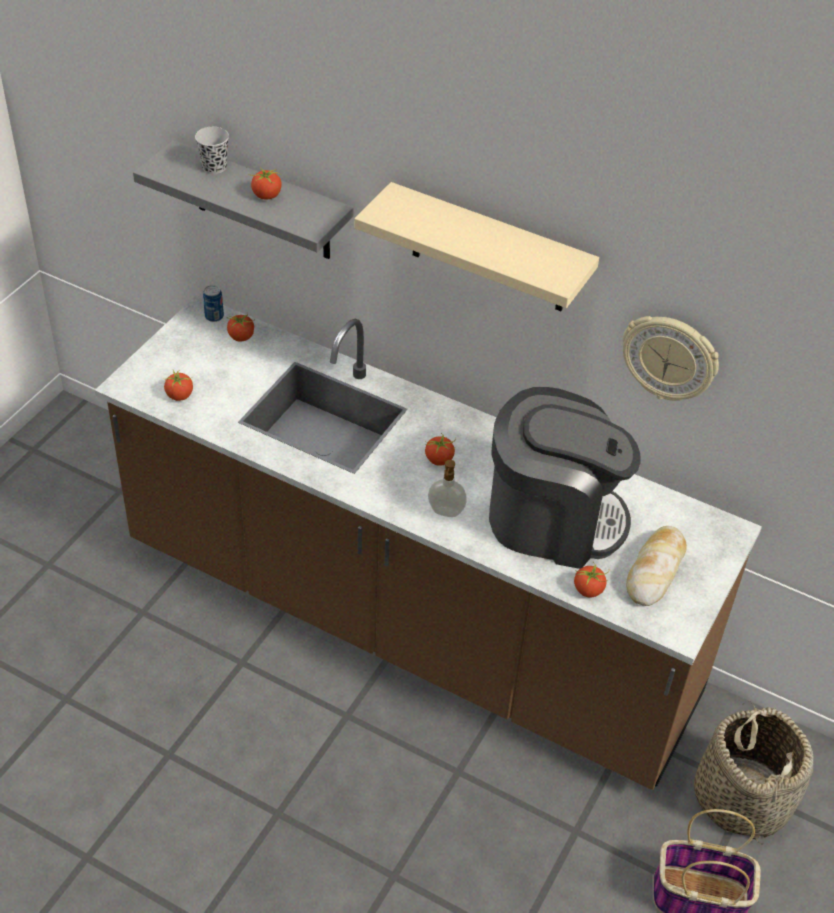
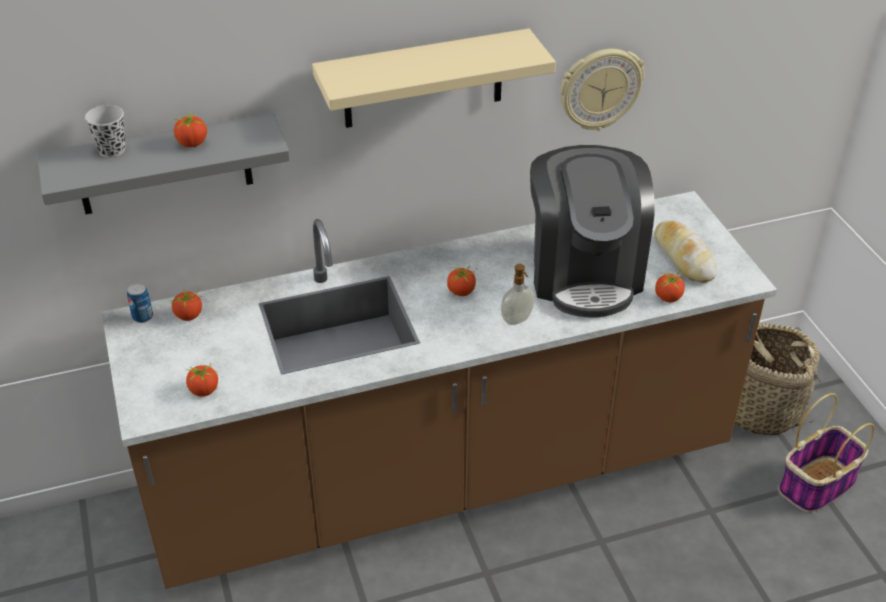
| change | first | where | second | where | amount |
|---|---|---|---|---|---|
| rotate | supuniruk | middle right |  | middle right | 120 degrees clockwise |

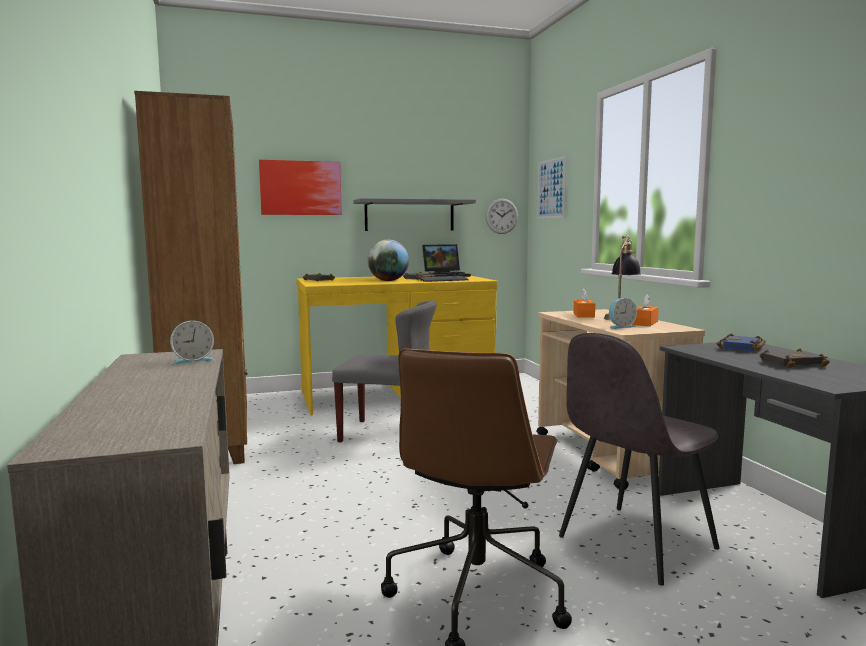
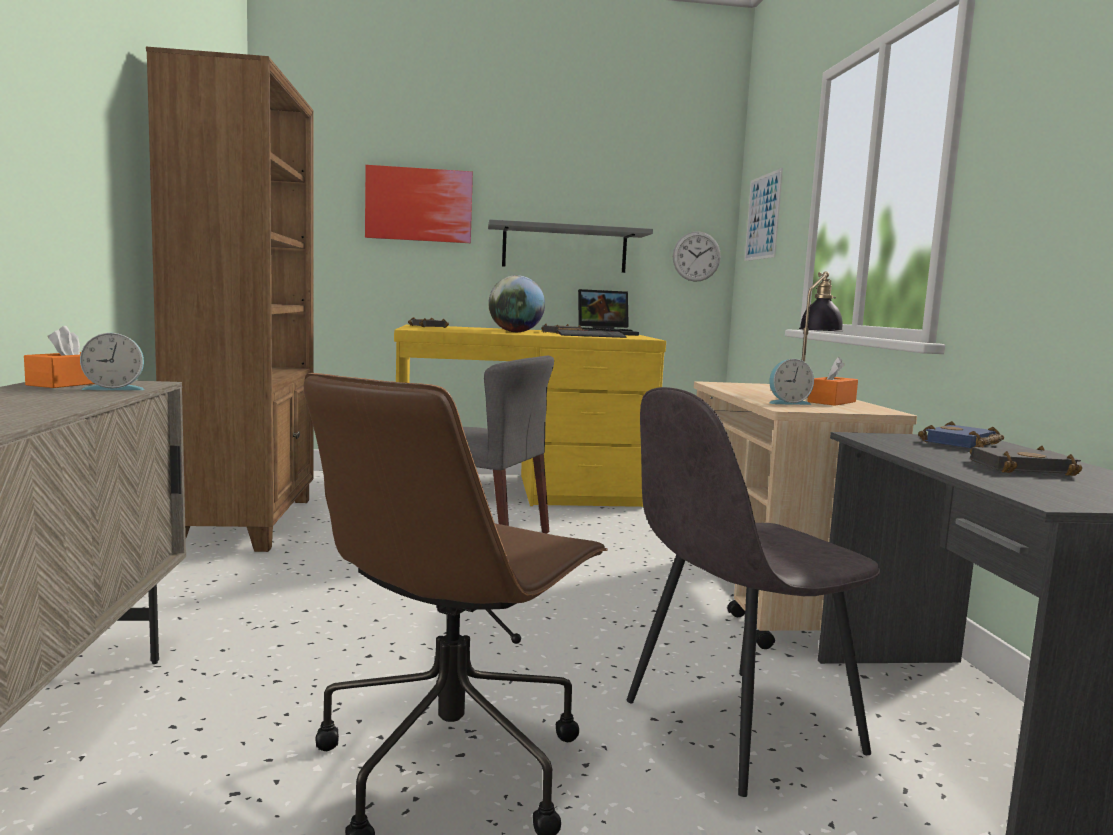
| change | first | where | second | where | amount |
|---|---|---|---|---|---|
| move | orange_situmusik (1st from left) | middle right |  | middle left |  |

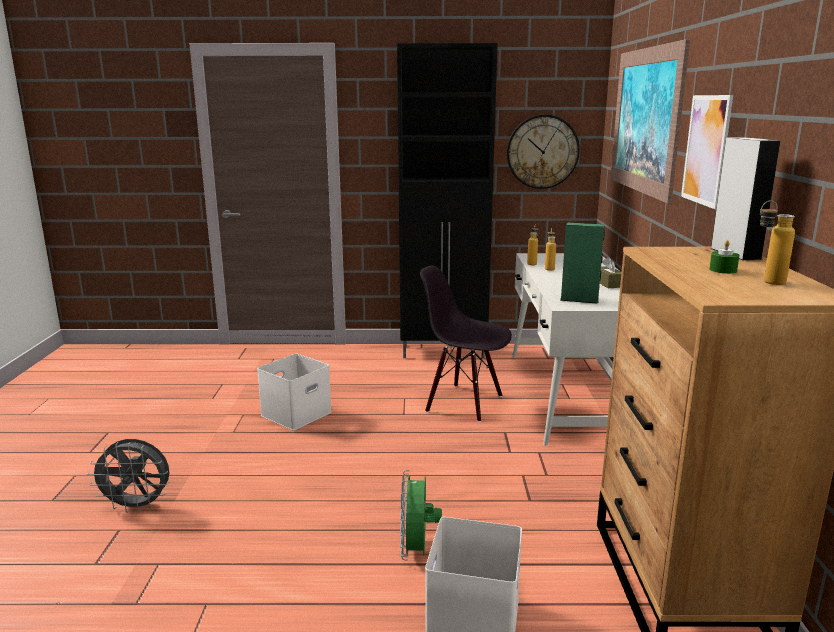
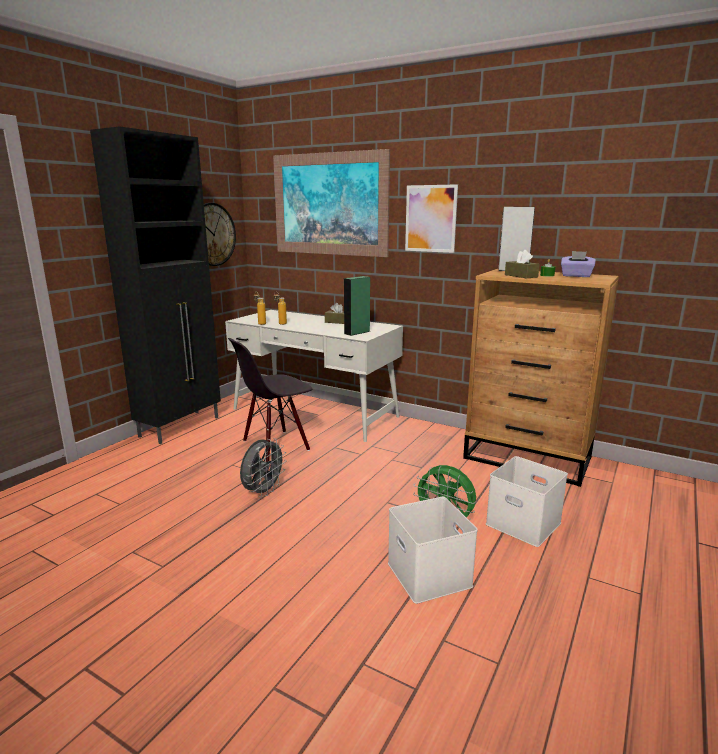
| change | first | where | second | where | amount |
|---|---|---|---|---|---|
| insert |  |  | brown_situmusik (2nd from left) | middle right |  |
| move | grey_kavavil | bottom left |  | centre |  |
| move | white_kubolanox (1st from left) | centre |  | bottom centre |  |
| replace | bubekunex (3rd from left) | middle right | purple_situmusik | middle right |  |

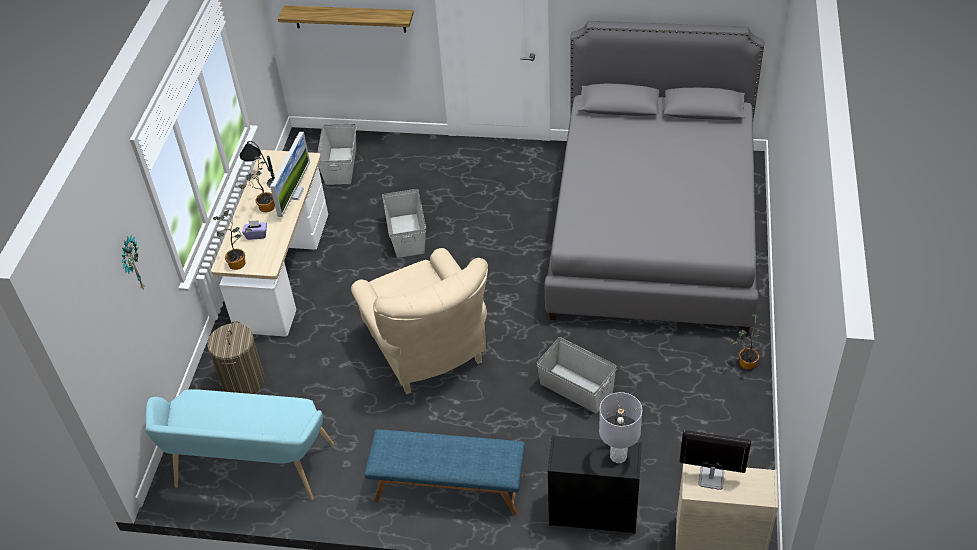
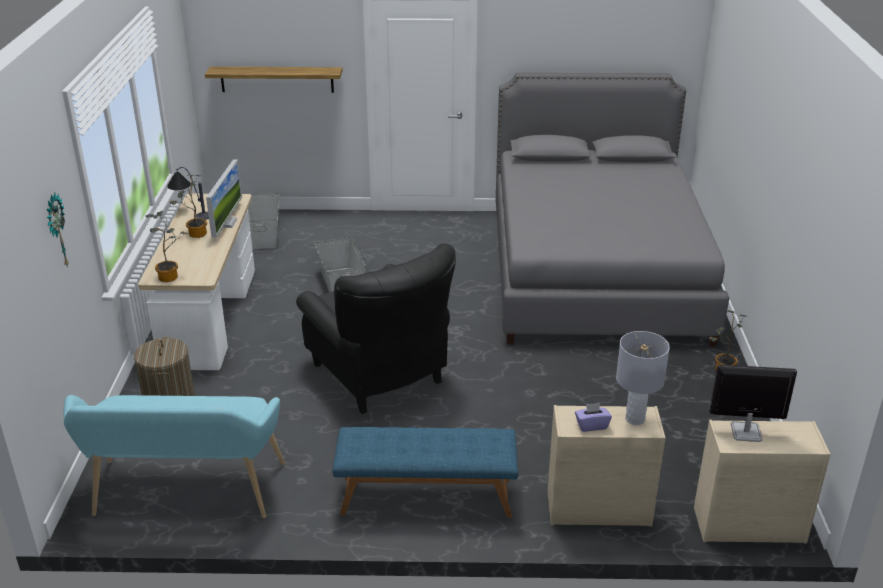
| change | first | where | second | where | amount |
|---|---|---|---|---|---|
| delete | grey_kubolanox (3rd from left) | bottom centre |  |  |  |
| move | purple_situmusik | middle left |  | bottom right |  |
| recolor | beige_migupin | centre | black_migupin | centre |  |
| recolor | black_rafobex | bottom centre | beige_rafobex (1st from left) | bottom right |  |

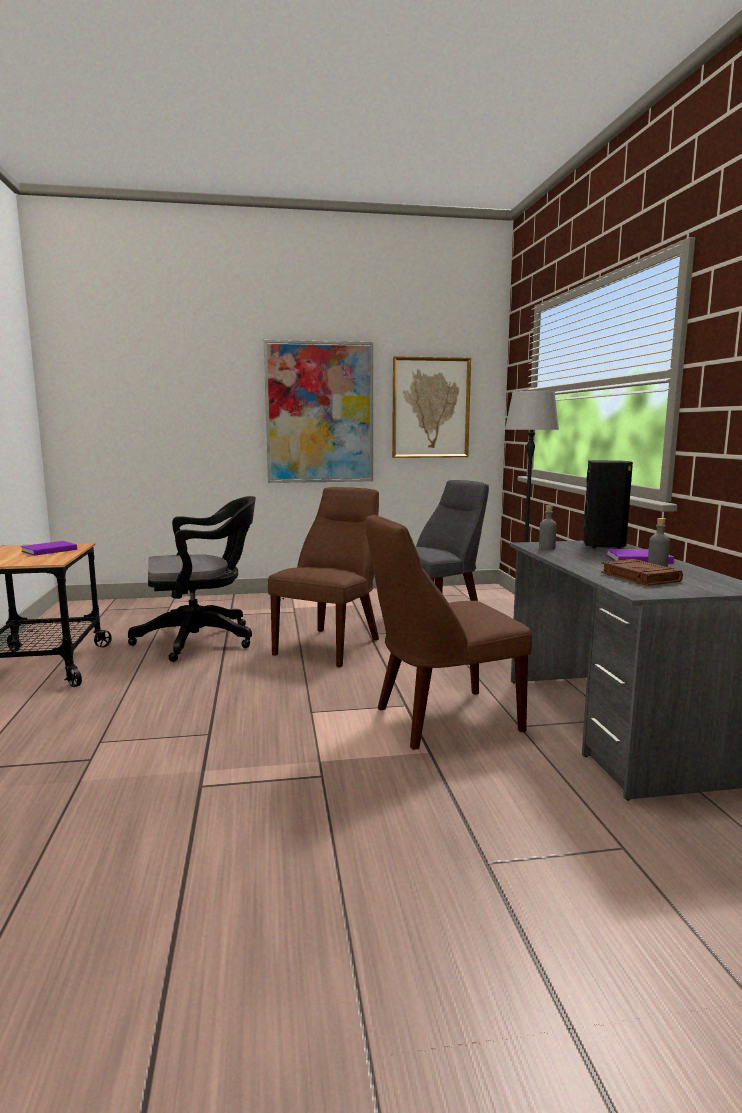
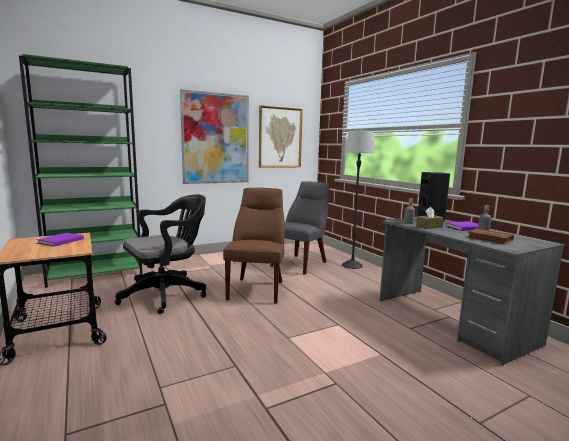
| change | first | where | second | where | amount |
|---|---|---|---|---|---|
| delete | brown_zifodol (2nd from left) | centre |  |  |  |
| insert |  |  | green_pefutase | middle left |  |
| insert |  |  | brown_situmusik | middle right |  |

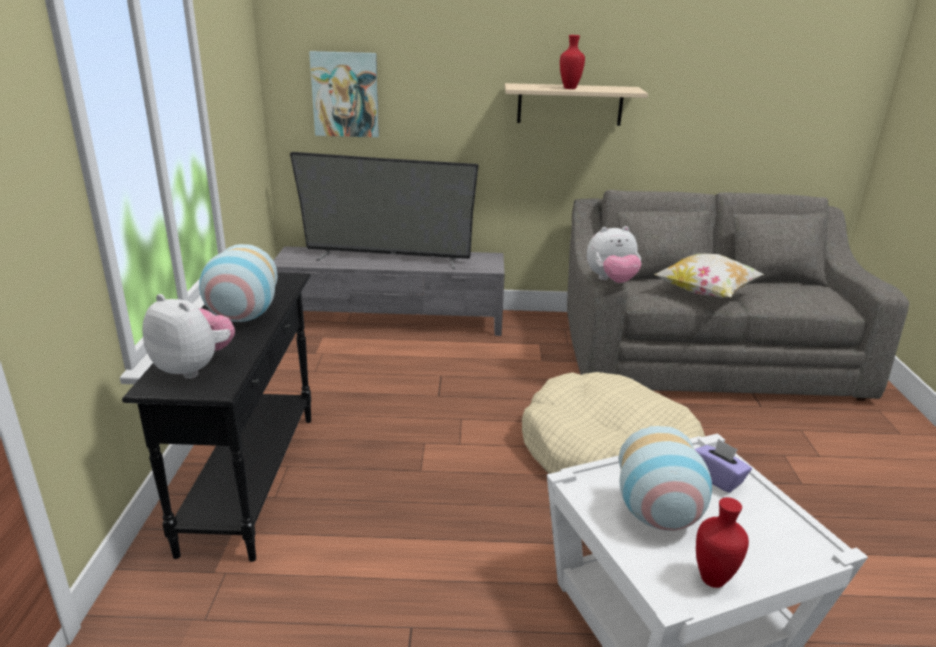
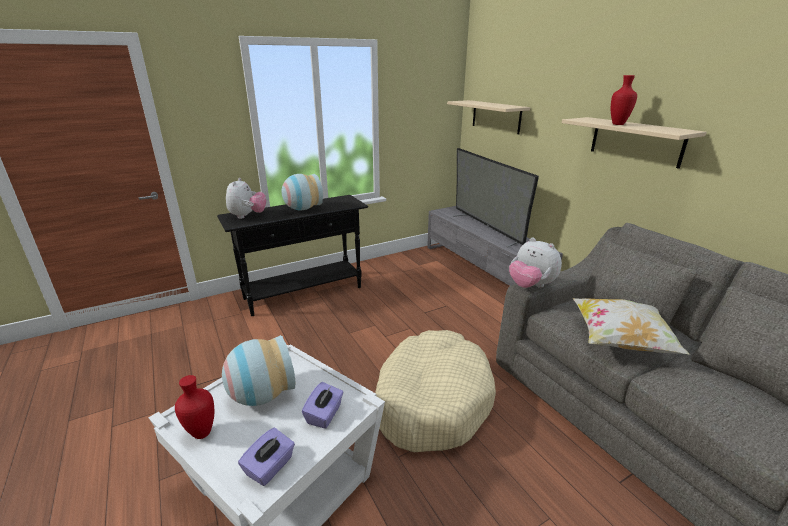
| change | first | where | second | where | amount |
|---|---|---|---|---|---|
| insert |  |  | purple_situmusik (1st from left) | bottom centre |  |
| replace | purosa | top centre | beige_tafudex (1st from left) | top centre |  |

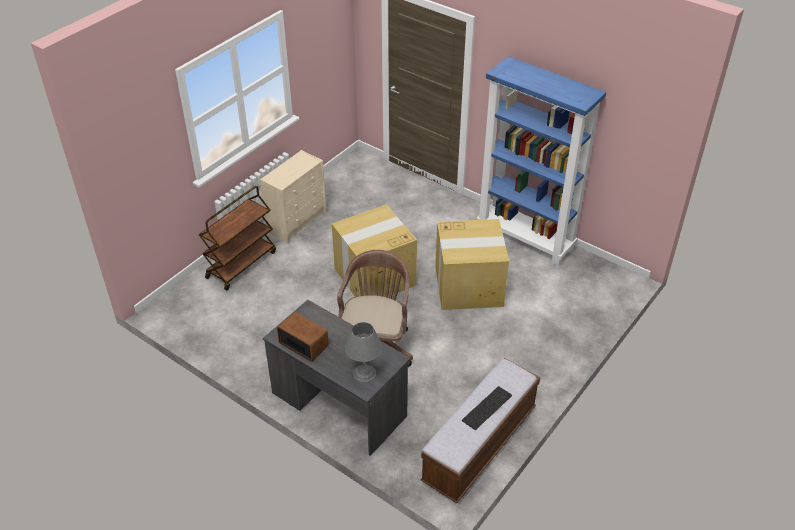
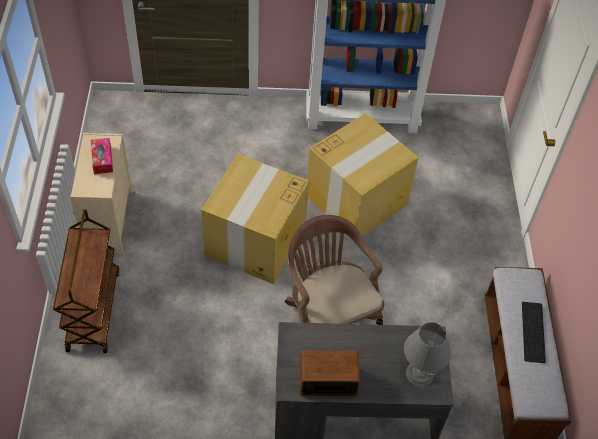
| change | first | where | second | where | amount |
|---|---|---|---|---|---|
| insert |  |  | situmusik | middle left |  |

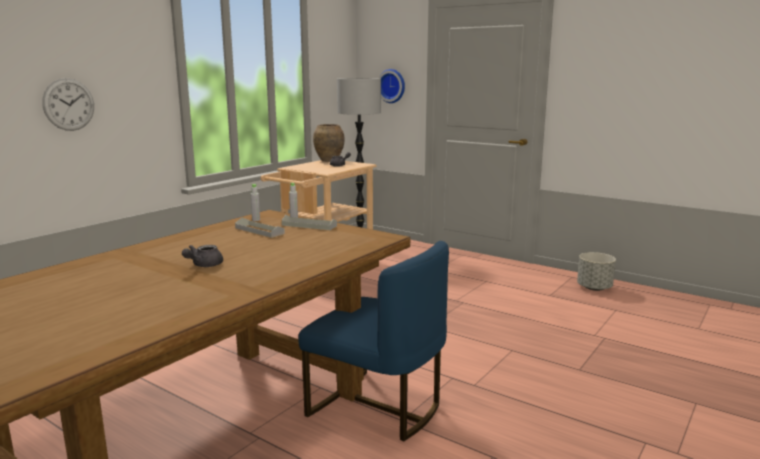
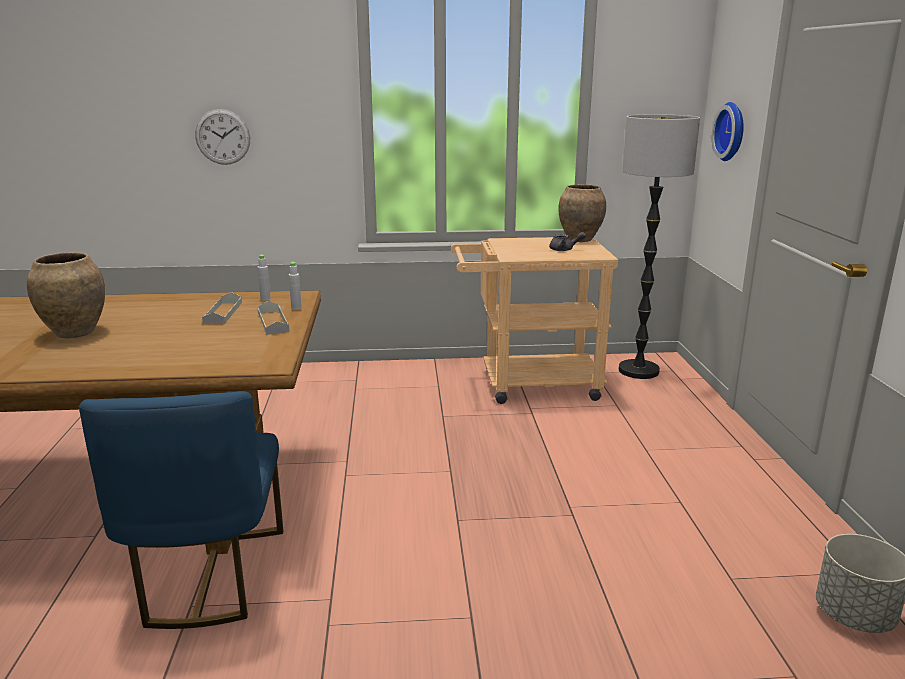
| change | first | where | second | where | amount |
|---|---|---|---|---|---|
| replace | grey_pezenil (1st from left) | middle left | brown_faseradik (1st from left) | middle left |  |

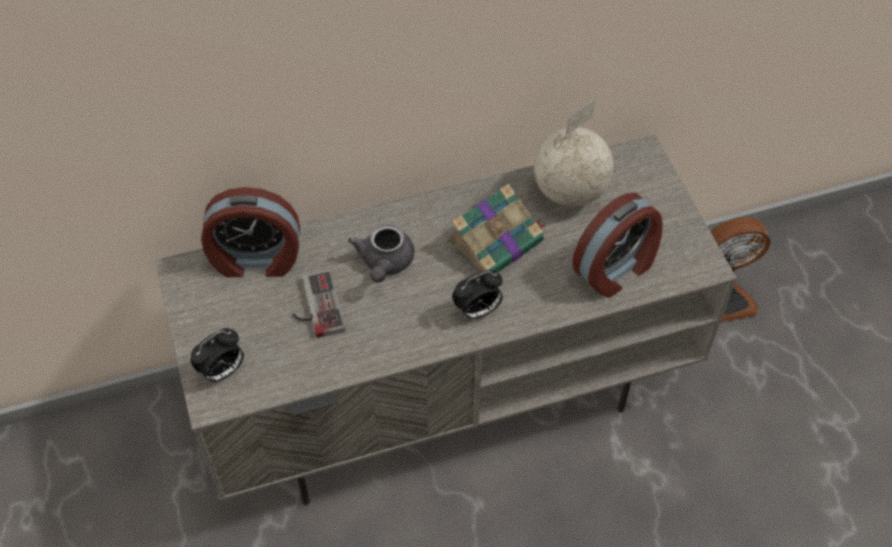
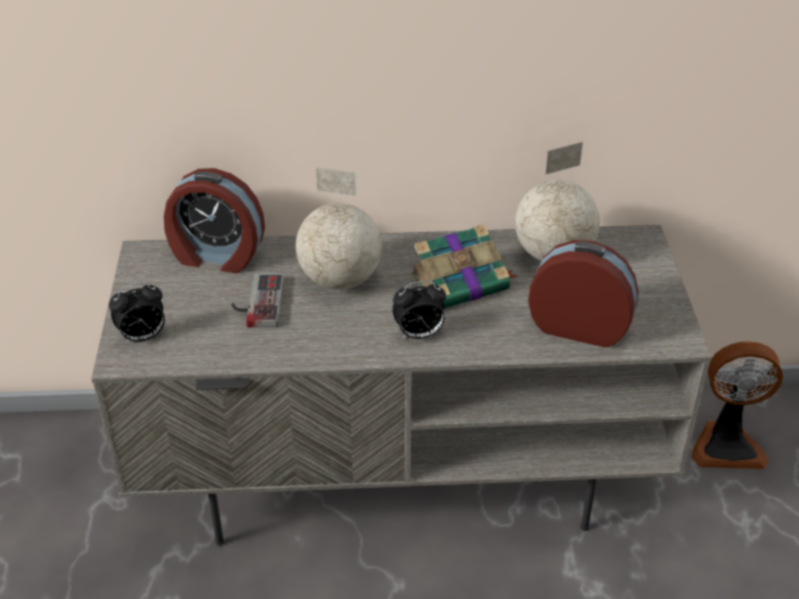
| change | first | where | second | where | amount |
|---|---|---|---|---|---|
| replace | grey_pezenil | centre | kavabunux (1st from left) | centre |  |
| rotate | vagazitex (4th from left) | middle right |  | middle right | 135 degrees counterclockwise |

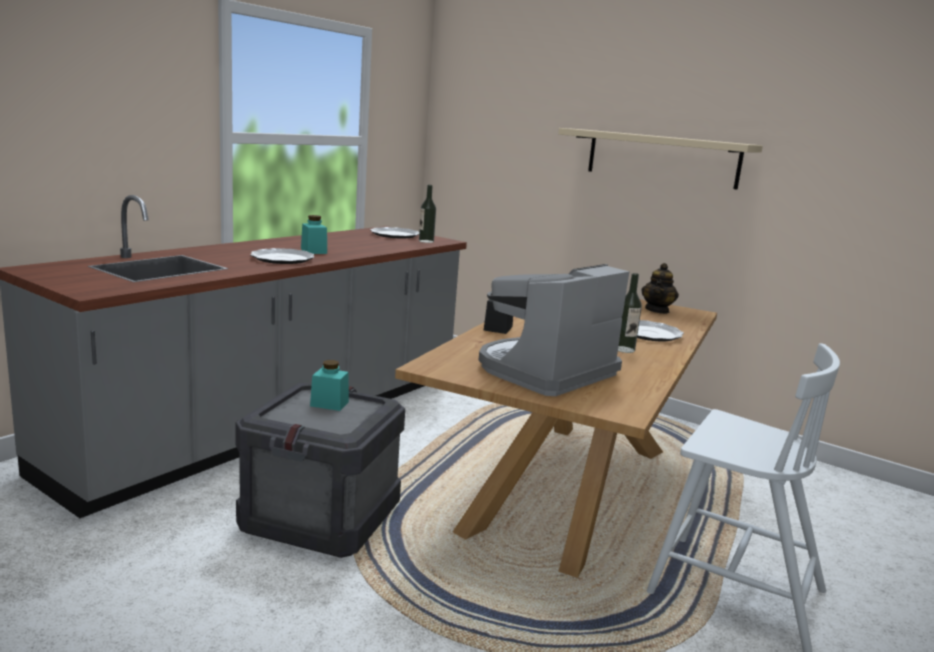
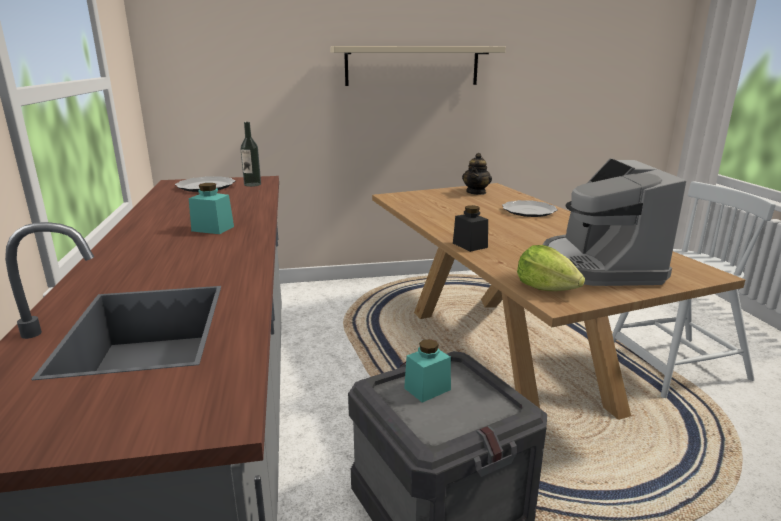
| change | first | where | second | where | amount |
|---|---|---|---|---|---|
| delete | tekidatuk (1st from left) | middle left |  |  |  |
| delete | bubekunex (2nd from left) | middle right |  |  |  |
| insert |  |  | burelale | middle right |  |
| rotate | pezenil | middle right |  | centre | 45 degrees clockwise |

